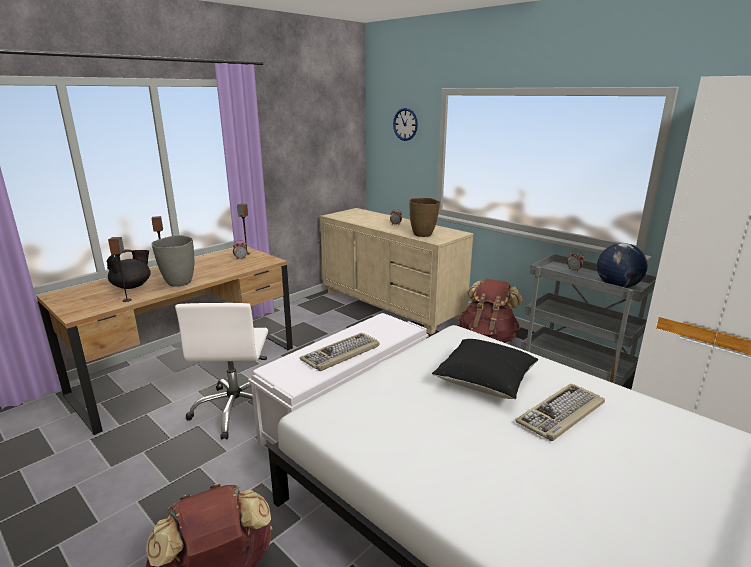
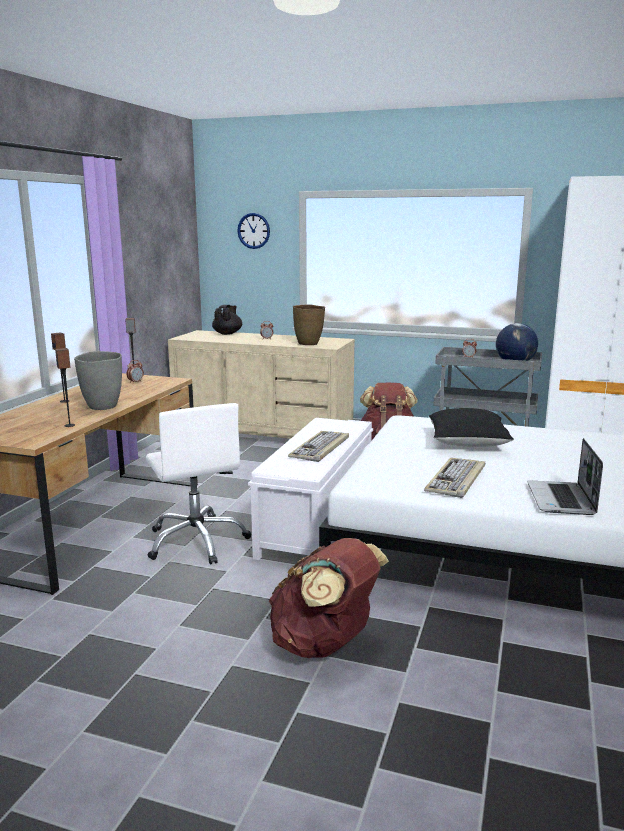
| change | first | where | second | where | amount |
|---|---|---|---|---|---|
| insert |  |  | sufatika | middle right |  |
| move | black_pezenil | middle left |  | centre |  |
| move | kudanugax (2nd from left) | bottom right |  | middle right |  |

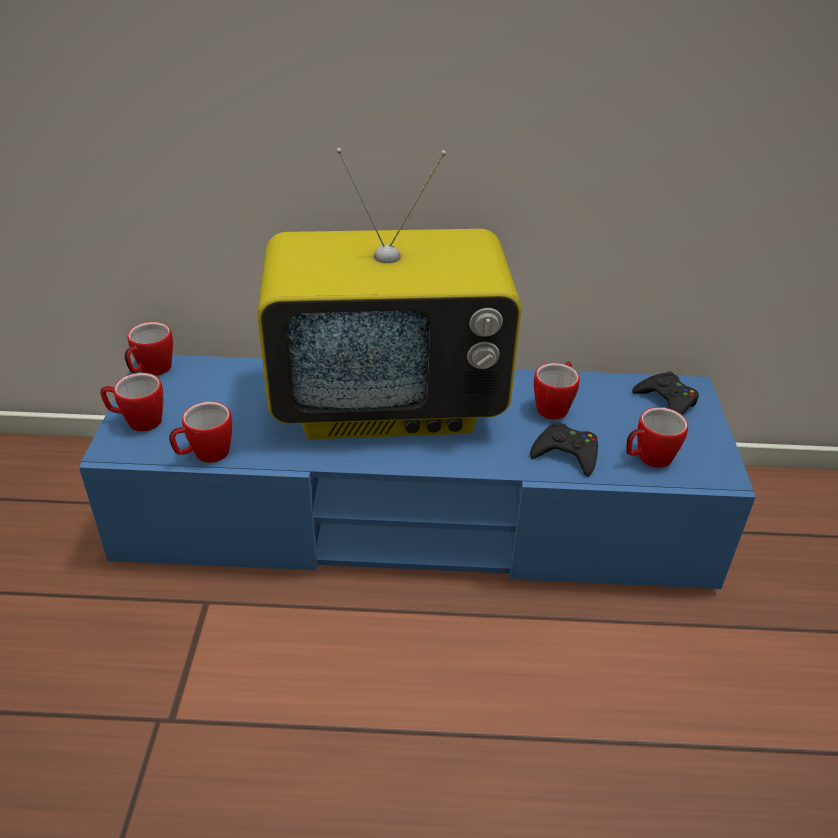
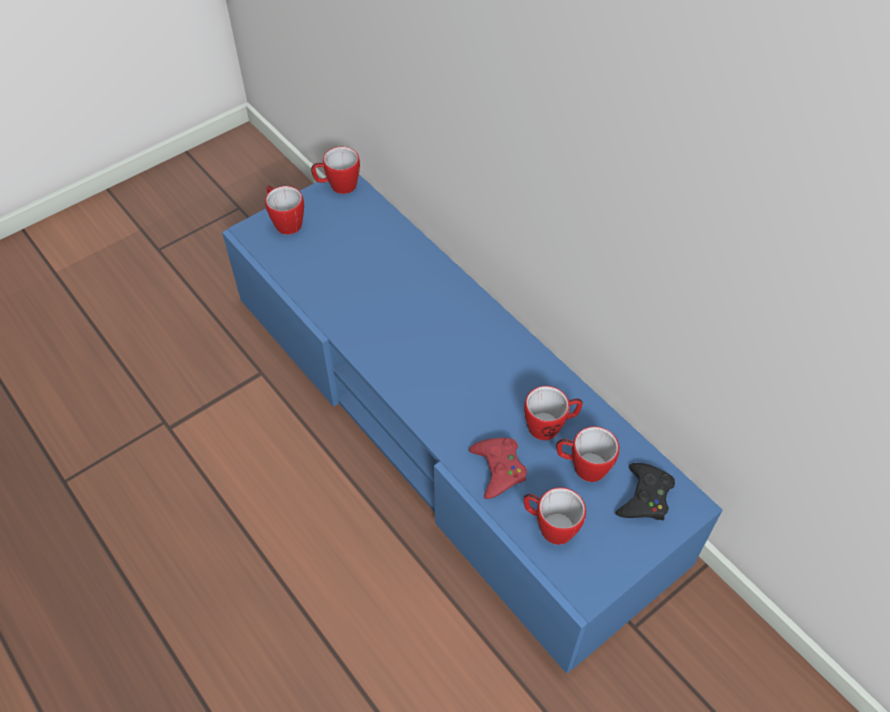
| change | first | where | second | where | amount |
|---|---|---|---|---|---|
| delete | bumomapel | centre |  |  |  |
| move | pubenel (3rd from left in the first image) | middle left | pubenel (5th from left) | centre |  |
| recolor | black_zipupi (1st from left) | middle right | red_zipupi | centre |  |

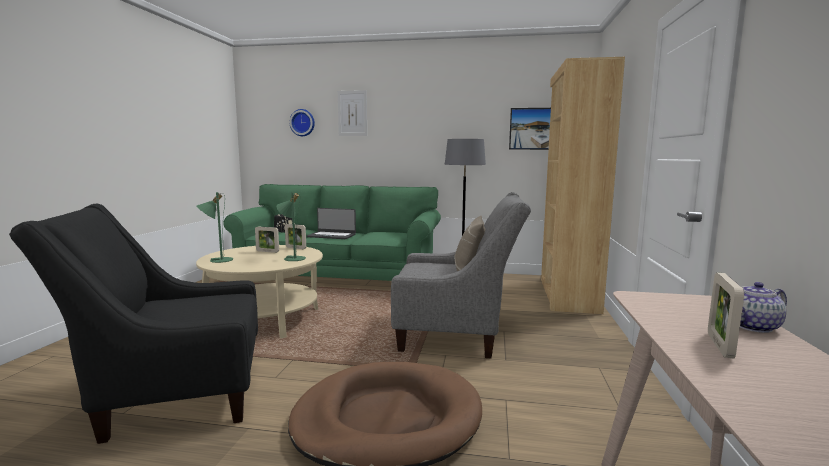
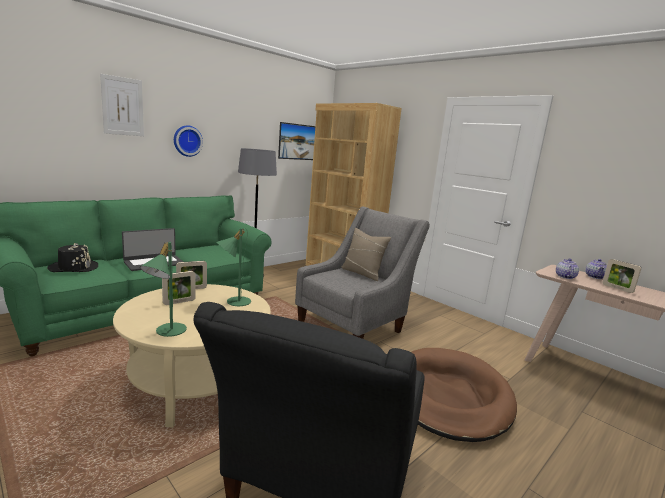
| change | first | where | second | where | amount |
|---|---|---|---|---|---|
| insert |  |  | pezenil (1st from left) | middle right |  |
| move | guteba | top centre |  | top left |  |

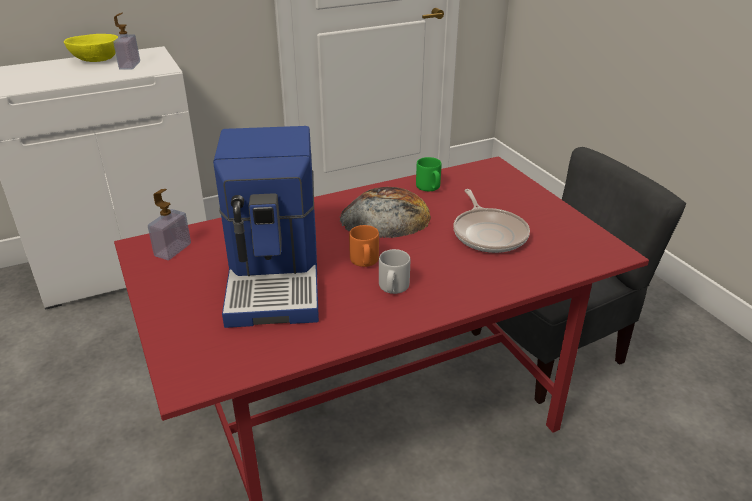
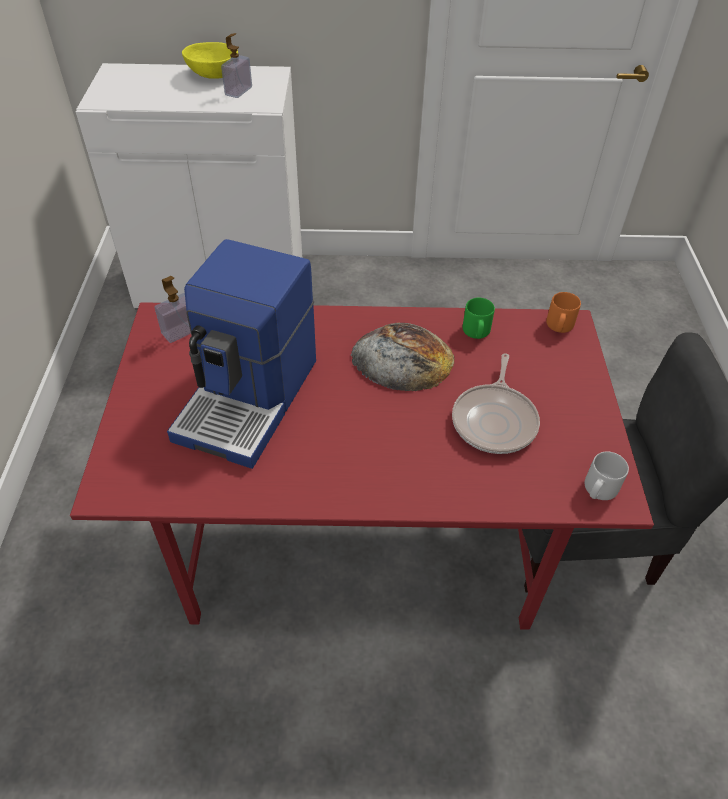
| change | first | where | second | where | amount |
|---|---|---|---|---|---|
| move | orange_pubenel | centre |  | middle right |  |
| move | grey_pubenel | centre |  | middle right |  |

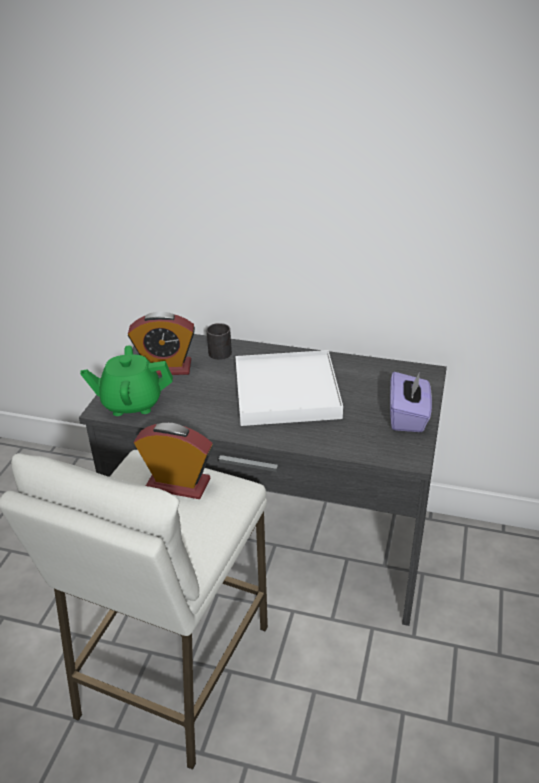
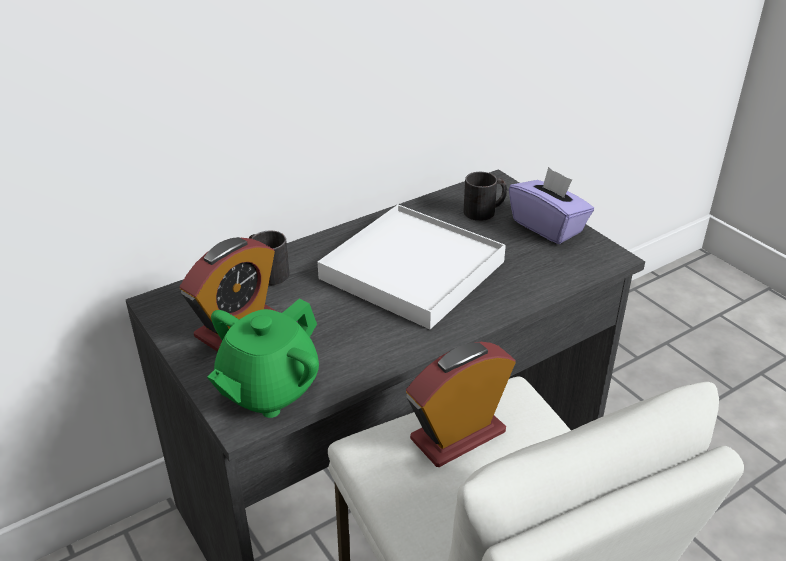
| change | first | where | second | where | amount |
|---|---|---|---|---|---|
| insert |  |  | black_pubenel (2nd from left) | centre |  |

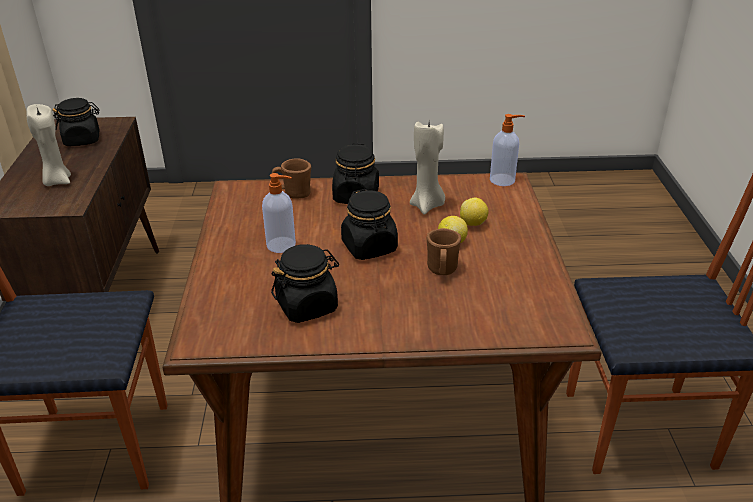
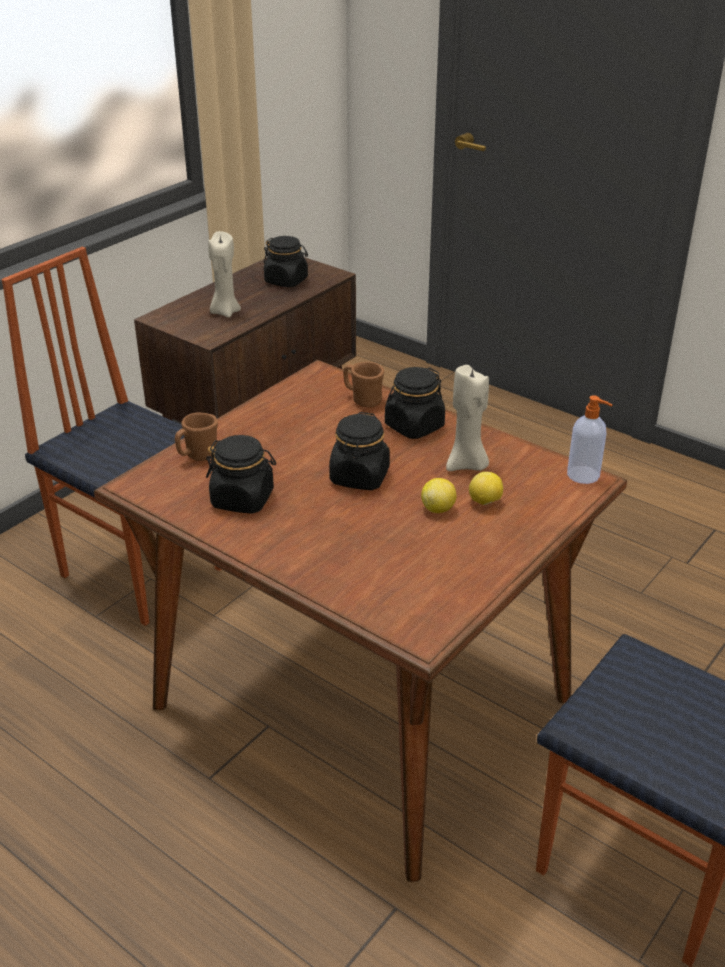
| change | first | where | second | where | amount |
|---|---|---|---|---|---|
| delete | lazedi (1st from left) | centre |  |  |  |
| move | brown_pubenel (2nd from left in the first image) | centre | brown_pubenel (1st from left) | middle left |  |

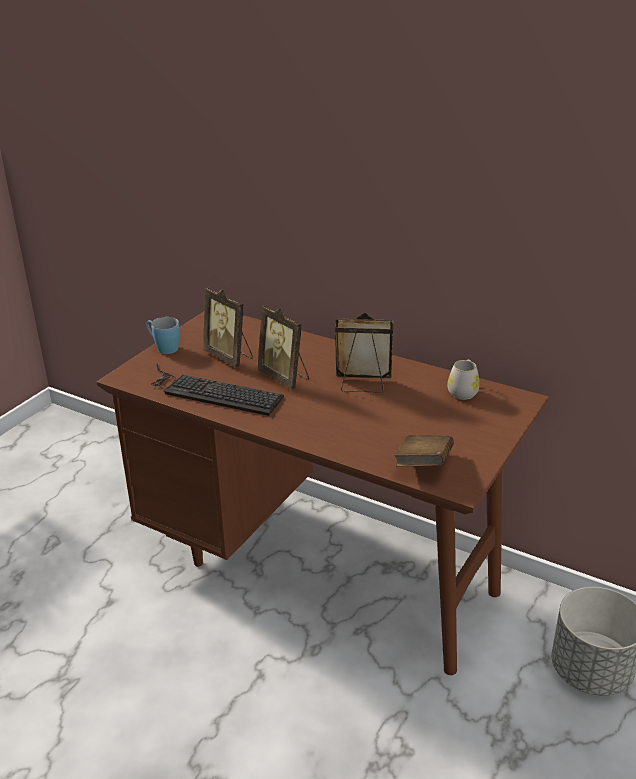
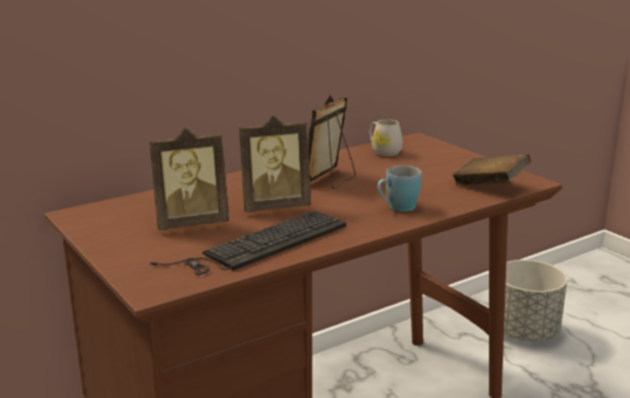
| change | first | where | second | where | amount |
|---|---|---|---|---|---|
| move | blue_pubenel | middle left |  | centre |  |

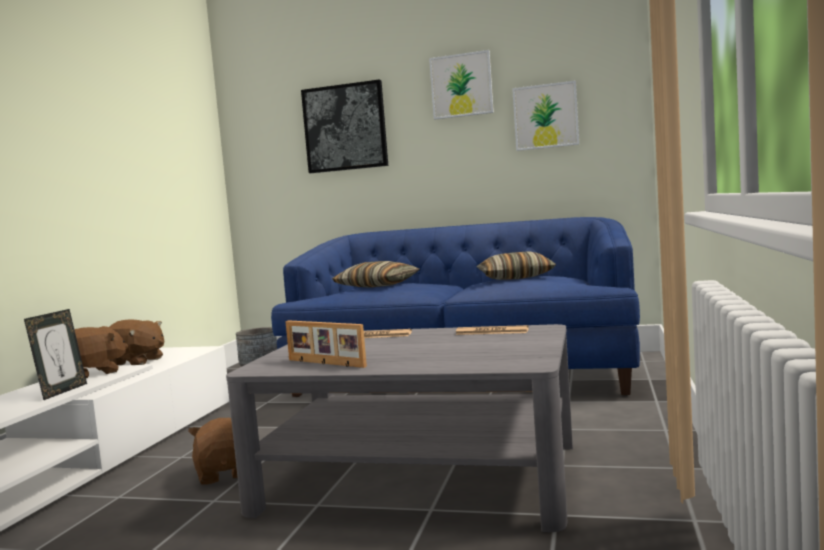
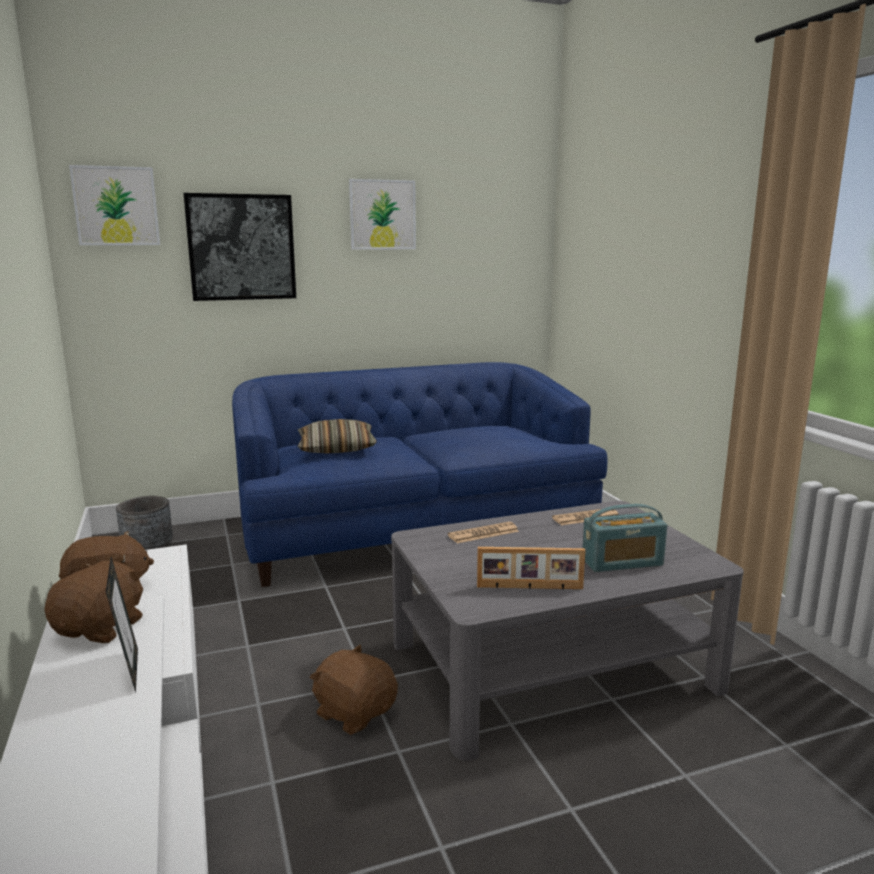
| change | first | where | second | where | amount |
|---|---|---|---|---|---|
| delete | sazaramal (2nd from left) | centre |  |  |  |
| insert |  |  | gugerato | middle right |  |
| move | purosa (3rd from left in the first image) | top centre | purosa (1st from left) | top left |  |

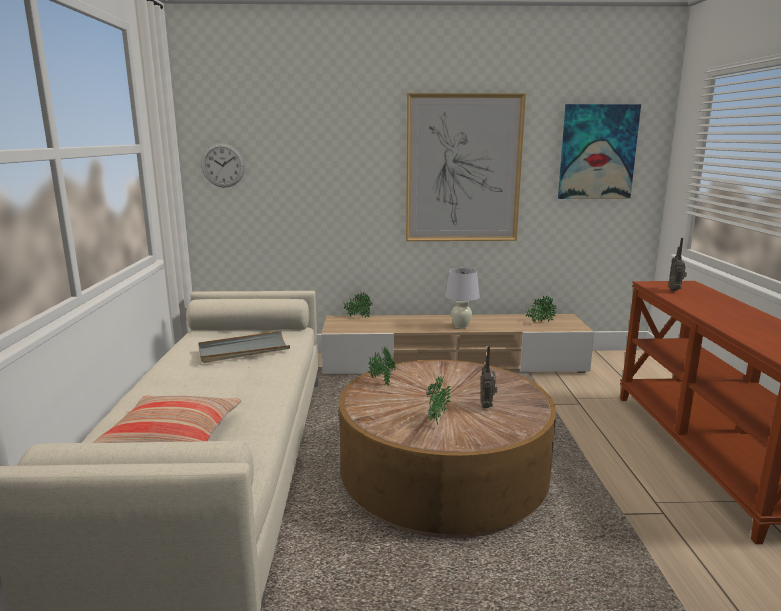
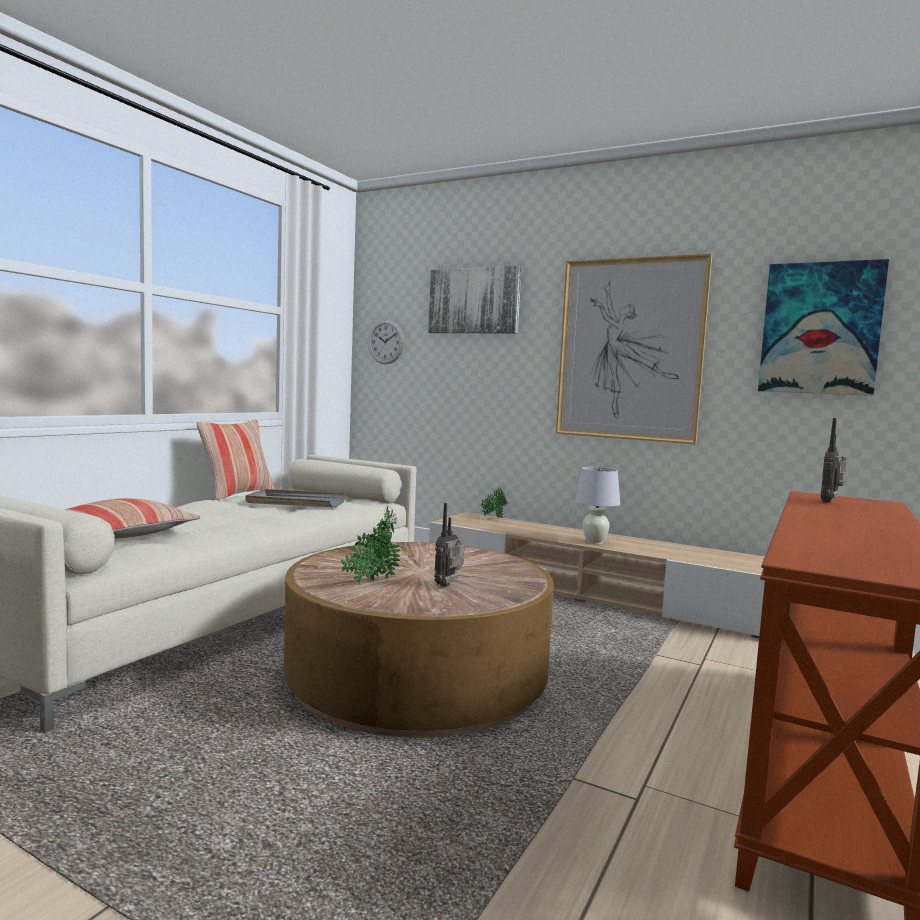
| change | first | where | second | where | amount |
|---|---|---|---|---|---|
| delete | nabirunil (4th from left) | middle right |  |  |  |
| insert |  |  | sazaramal (2nd from left) | middle left |  |
| insert |  |  | purosa (1st from left) | top centre |  |

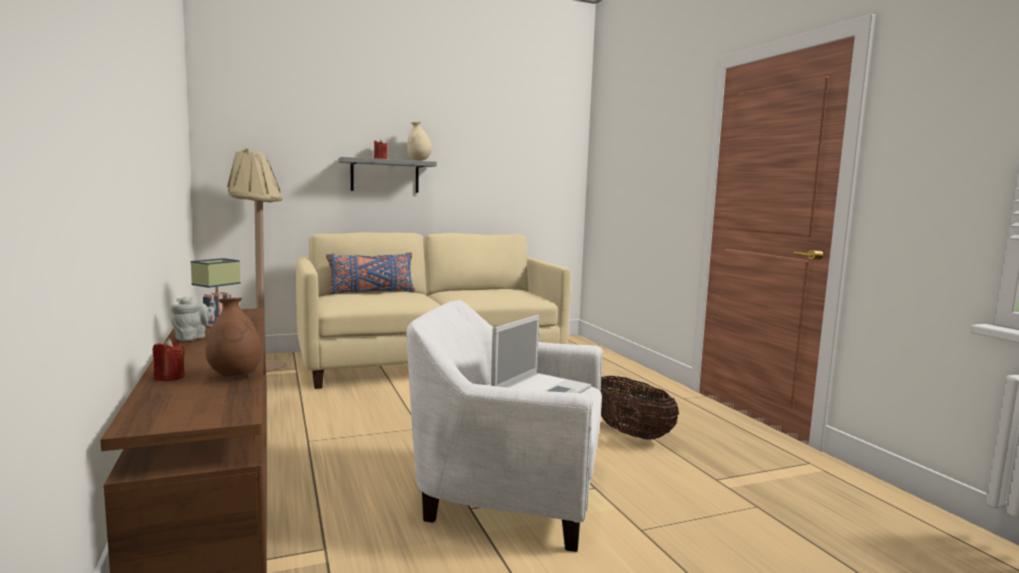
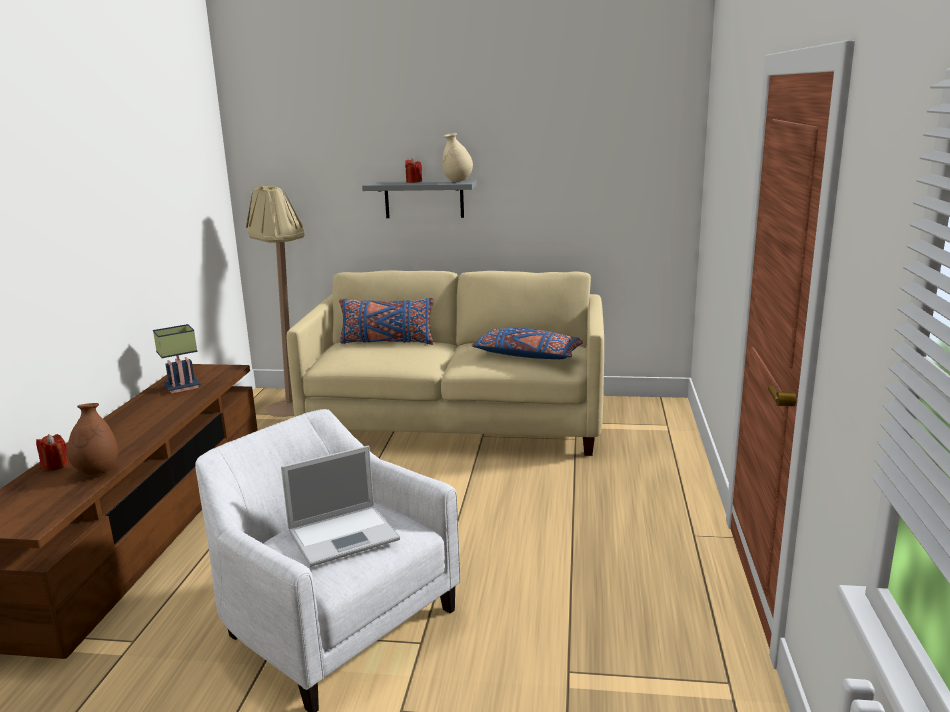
| change | first | where | second | where | amount |
|---|---|---|---|---|---|
| delete | grey_pezenil | middle left |  |  |  |
| delete | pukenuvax | bottom centre |  |  |  |
| insert |  |  | blue_sazaramal (2nd from left) | centre |  |

